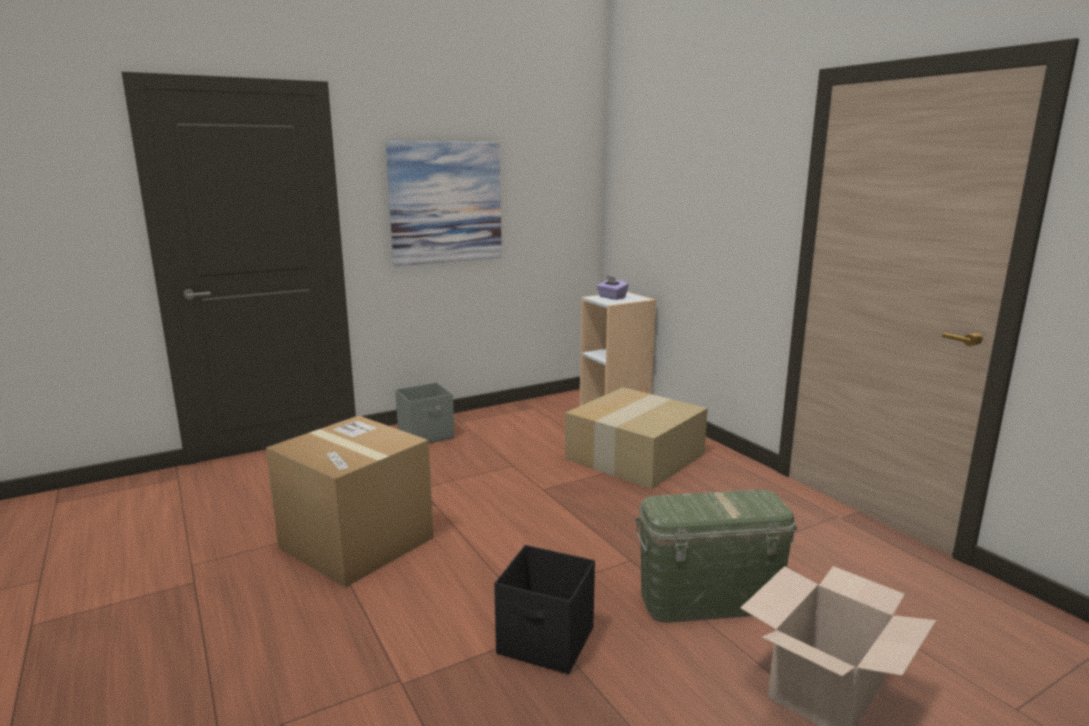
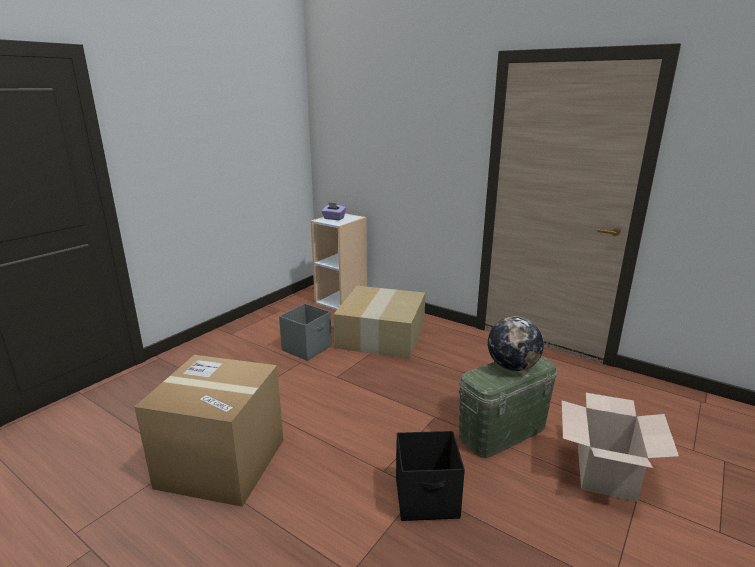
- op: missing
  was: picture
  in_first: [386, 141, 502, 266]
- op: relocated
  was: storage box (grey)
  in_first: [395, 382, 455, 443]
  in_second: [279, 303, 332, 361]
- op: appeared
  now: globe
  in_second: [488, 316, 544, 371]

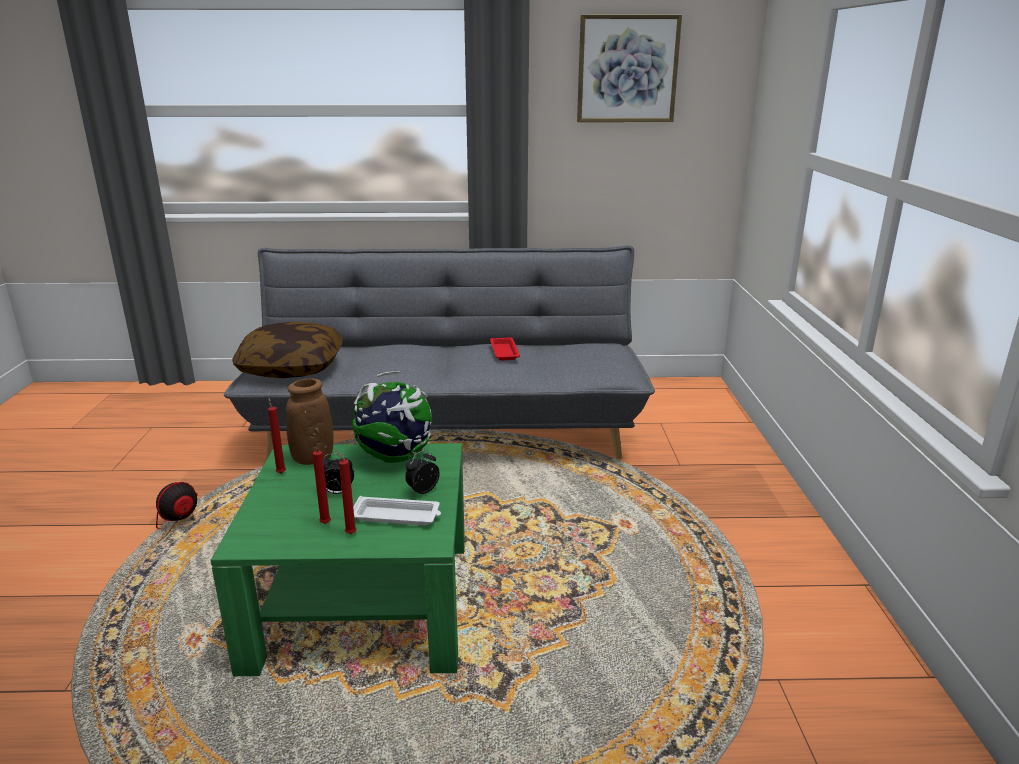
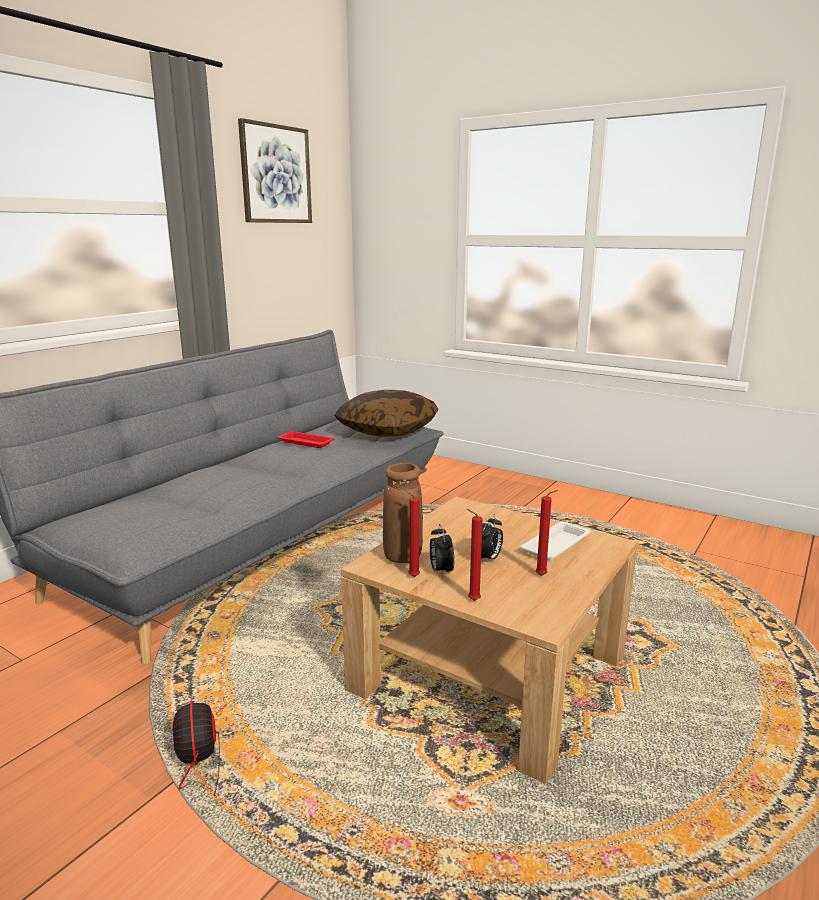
- op: relocated
  was: pillow
  in_first: [232, 322, 343, 378]
  in_second: [334, 390, 439, 437]
- op: missing
  was: globe
  in_first: [351, 371, 432, 463]
- op: colour
  was: coffee table (green)
  now: coffee table (brown)
  in_first: [211, 443, 465, 676]
  in_second: [341, 497, 637, 784]
- op: relocated
  was: candle (red)
  in_first: [337, 450, 357, 534]
  in_second: [467, 509, 483, 601]
- op: relocated
  was: alarm clock
  in_first: [405, 450, 440, 495]
  in_second: [430, 524, 454, 578]

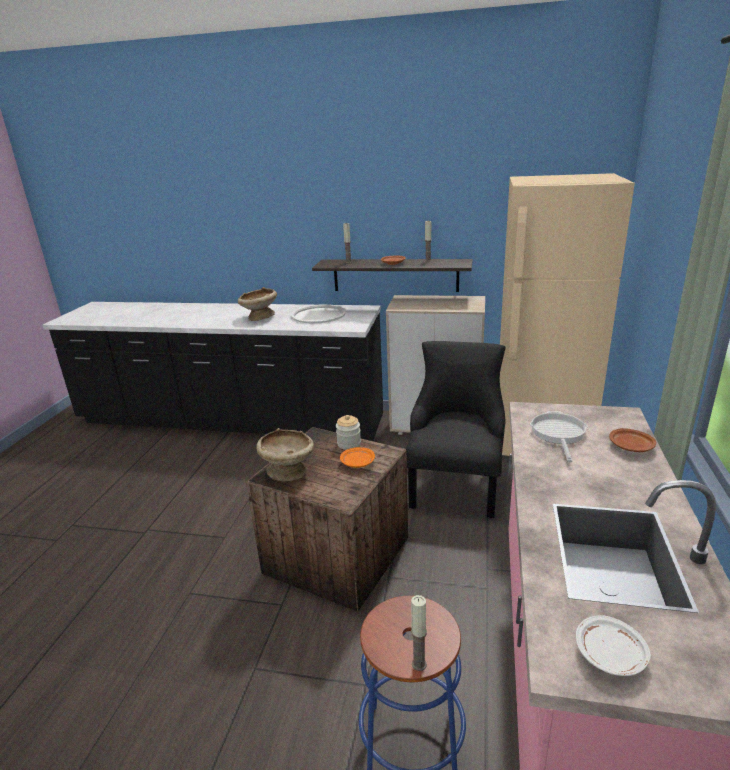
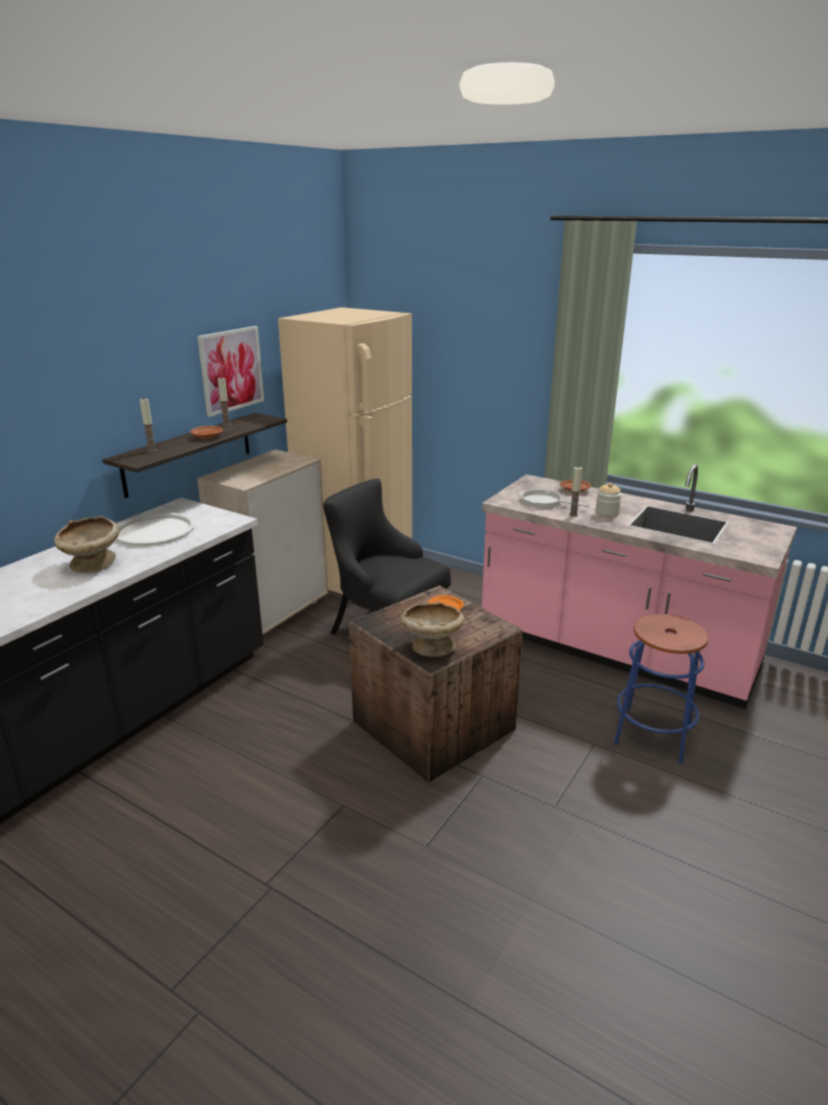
- op: relocated
  was: jar
  in_first: [336, 415, 361, 450]
  in_second: [595, 483, 622, 517]
- op: relocated
  was: candle
  in_first: [411, 595, 427, 671]
  in_second: [569, 466, 582, 517]
- op: missing
  was: plate (white)
  in_first: [576, 615, 651, 676]
- op: appeared
  now: picture
  in_second: [197, 326, 264, 417]

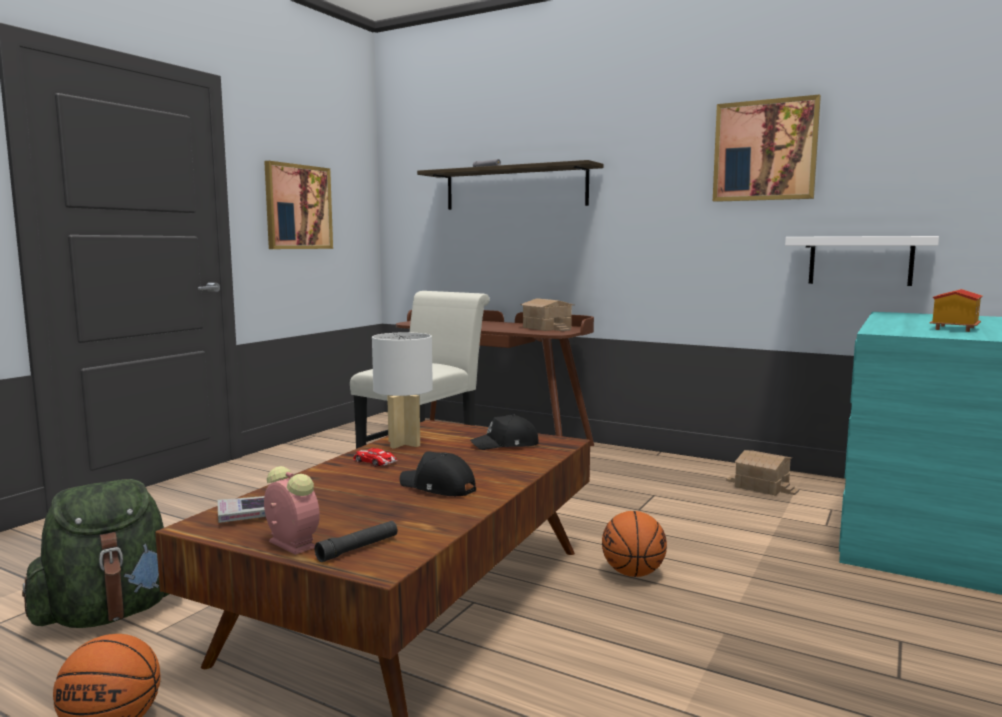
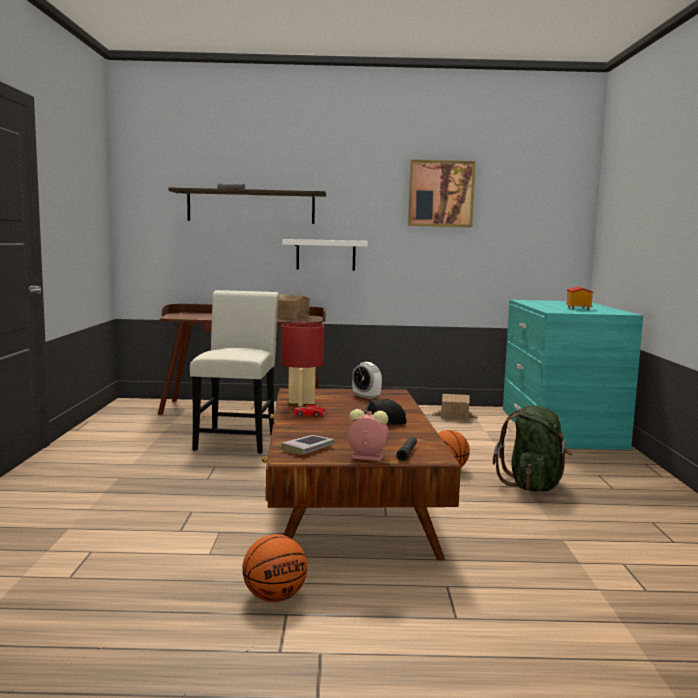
- op: missing
  was: picture
  in_first: [264, 161, 333, 249]
- op: relocated
  was: shelf (white)
  in_first: [785, 236, 939, 286]
  in_second: [282, 239, 368, 271]
- op: colour
  was: table lamp (white)
  now: table lamp (red)
  in_first: [372, 332, 433, 449]
  in_second: [281, 323, 324, 406]
- op: exchanged
  was: cap (black)
  now: alarm clock
  in_first: [470, 414, 539, 450]
  in_second: [352, 362, 382, 399]
- op: relocated
  was: backpack (green)
  in_first: [22, 479, 169, 628]
  in_second: [493, 405, 573, 492]

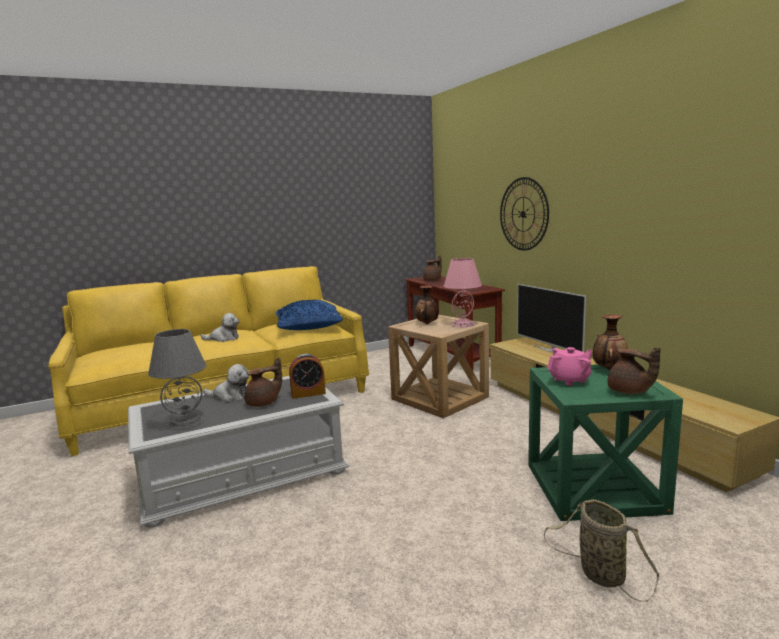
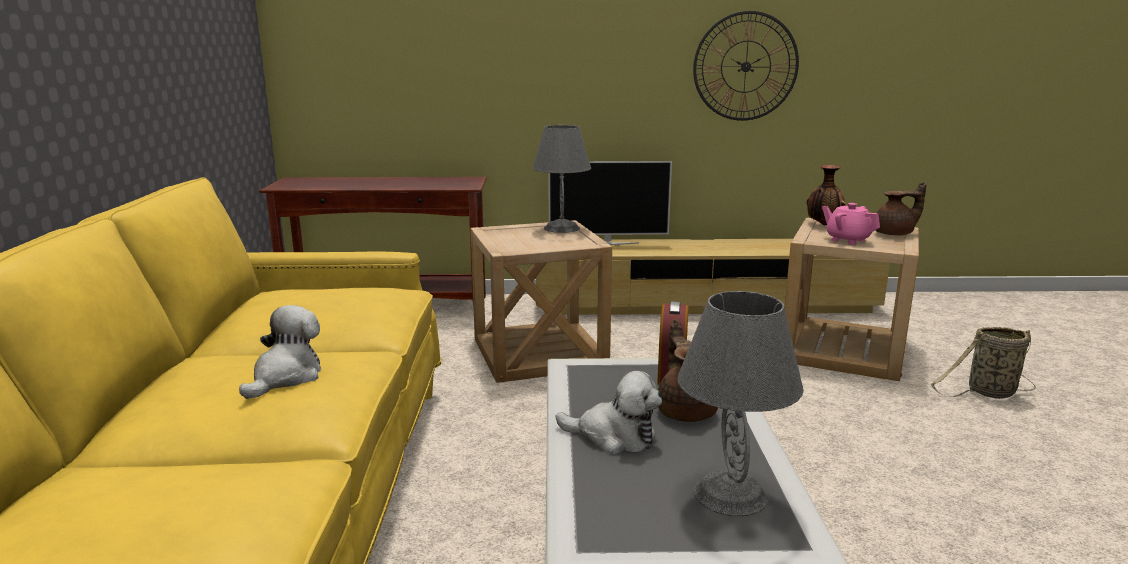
- op: relocated
  was: wall clock
  in_first: [500, 177, 549, 250]
  in_second: [693, 11, 799, 121]
- op: missing
  was: teapot (brown)
  in_first: [423, 255, 442, 281]
- op: colour
  was: table lamp (pink)
  now: table lamp (grey)
  in_first: [444, 258, 482, 327]
  in_second: [532, 125, 591, 233]
- op: missing
  was: vase
  in_first: [415, 286, 438, 324]
- op: missing
  was: pillow (blue)
  in_first: [275, 300, 343, 330]
- op: spun
  was: teapot (pink)
  in_first: [547, 347, 592, 386]
  in_second: [822, 203, 880, 245]
  clockwise: -45
- op: spun
  was: plush toy
  in_first: [203, 364, 249, 402]
  in_second: [556, 371, 662, 454]
  clockwise: 75
- op: colour
  was: side table (green)
  now: side table (beige)
  in_first: [528, 364, 683, 521]
  in_second: [785, 218, 919, 381]

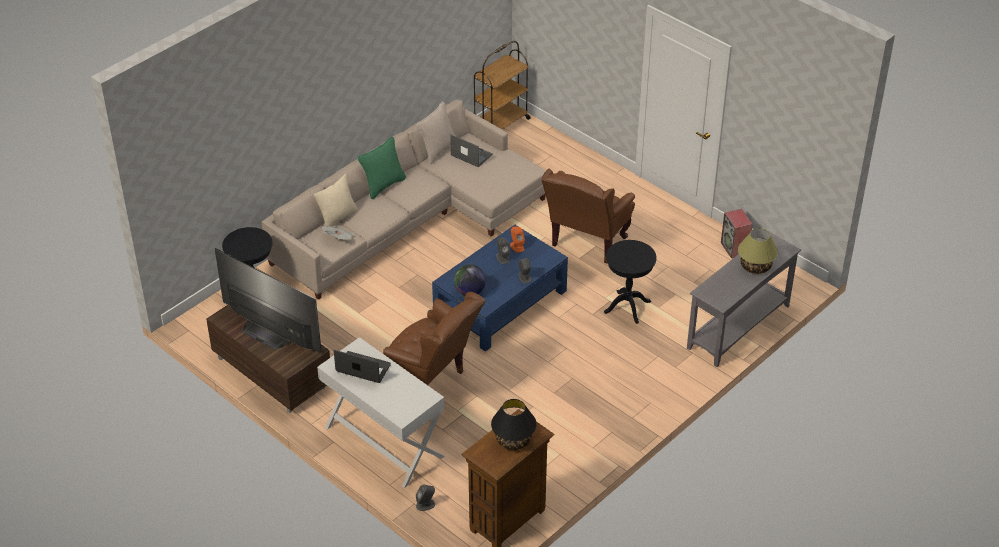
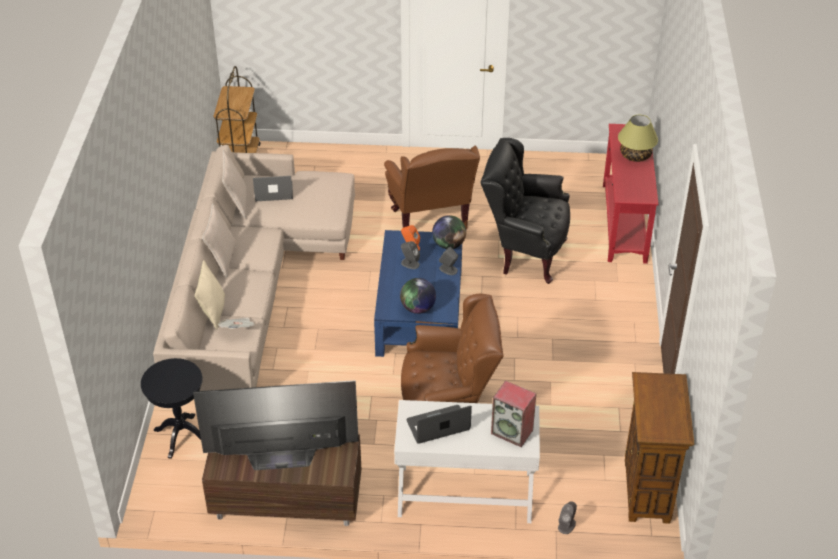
- op: colour
  was: pillow (green)
  now: pillow (beige)
  in_first: [358, 137, 406, 199]
  in_second: [202, 204, 237, 278]
- op: relocated
  was: speaker
  in_first: [721, 209, 753, 258]
  in_second: [491, 381, 536, 447]
- op: colour
  was: console table (grey)
  now: console table (red)
  in_first: [687, 231, 801, 367]
  in_second: [603, 124, 659, 264]
- op: exchanged
  was: side table (black)
  now: armchair (black)
  in_first: [604, 240, 657, 324]
  in_second: [480, 138, 570, 284]
- op: missing
  was: table lamp (black)
  in_first: [491, 399, 537, 450]
- op: appeared
  now: globe
  in_second: [432, 215, 466, 249]

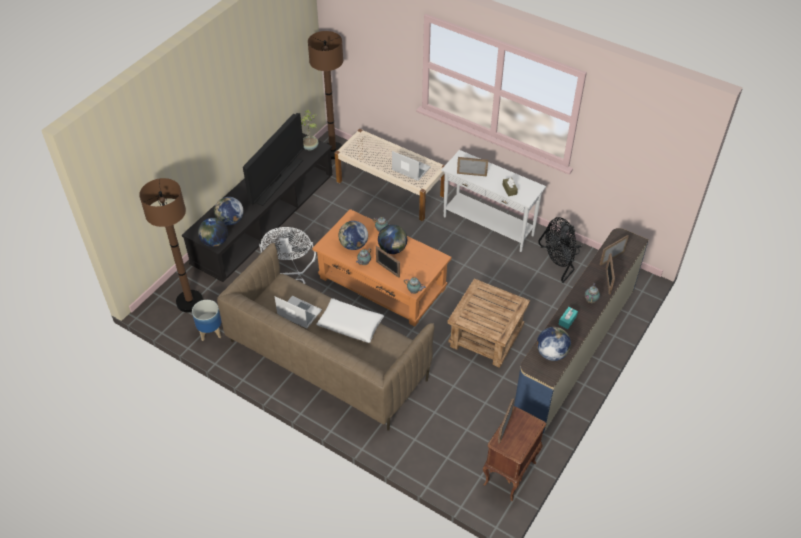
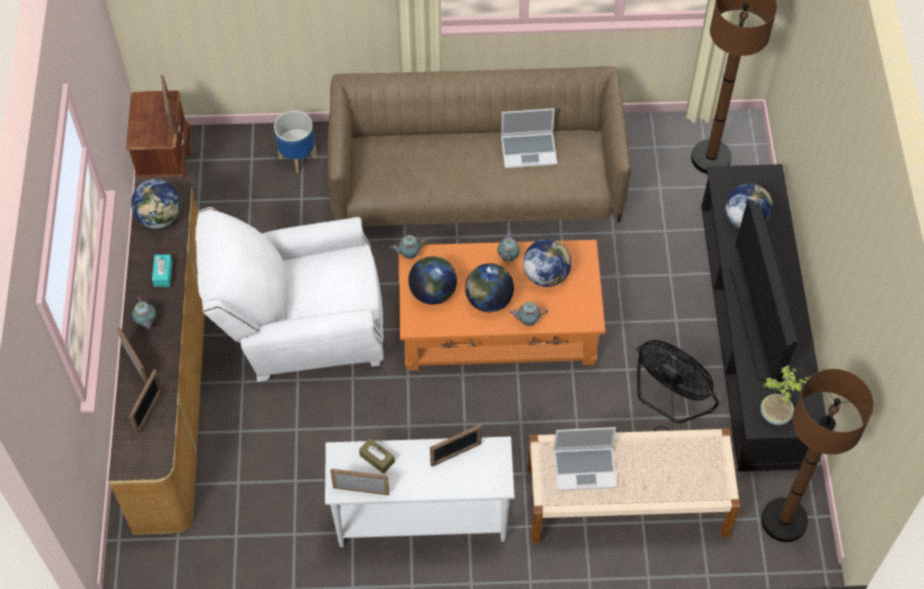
- op: relocated
  was: fan (black)
  in_first: [538, 217, 582, 283]
  in_second: [636, 340, 719, 448]
- op: relocated
  was: globe
  in_first: [198, 218, 228, 247]
  in_second: [408, 256, 457, 305]
- op: missing
  was: fan (white)
  in_first: [259, 227, 316, 283]
- op: colour
  was: cabinet (blue)
  now: cabinet (brown)
  in_first: [514, 228, 649, 434]
  in_second: [108, 176, 205, 535]
- op: relocated
  was: picture frame
  in_first: [376, 246, 400, 278]
  in_second: [330, 469, 390, 495]
- op: exchanged
  was: side table (brown)
  now: armchair (white)
  in_first: [447, 279, 530, 368]
  in_second: [195, 207, 384, 382]
- op: missing
  was: pillow (white)
  in_first: [316, 298, 384, 343]
- op: relocated
  was: planter
  in_first: [192, 300, 221, 341]
  in_second: [274, 111, 317, 173]

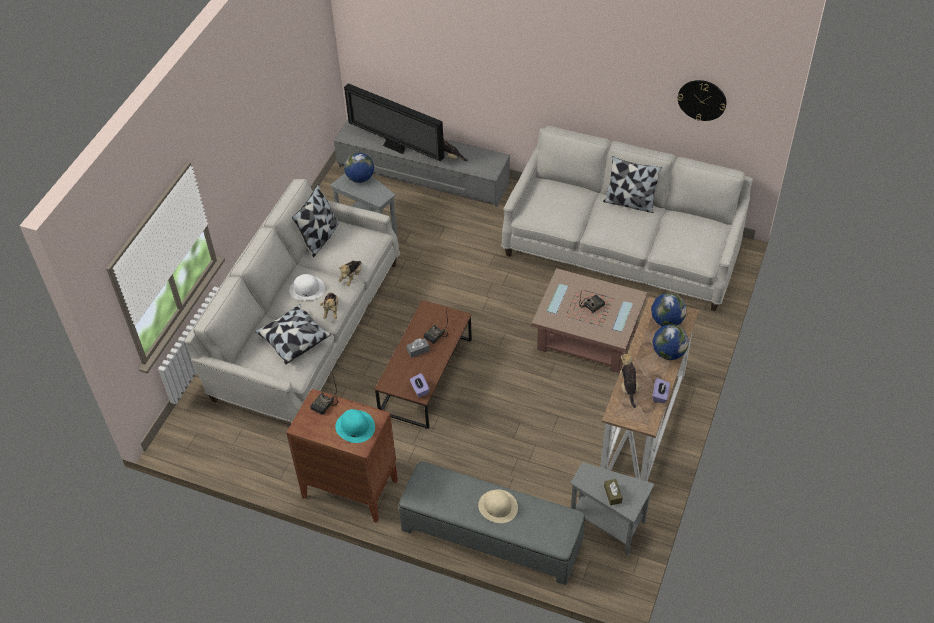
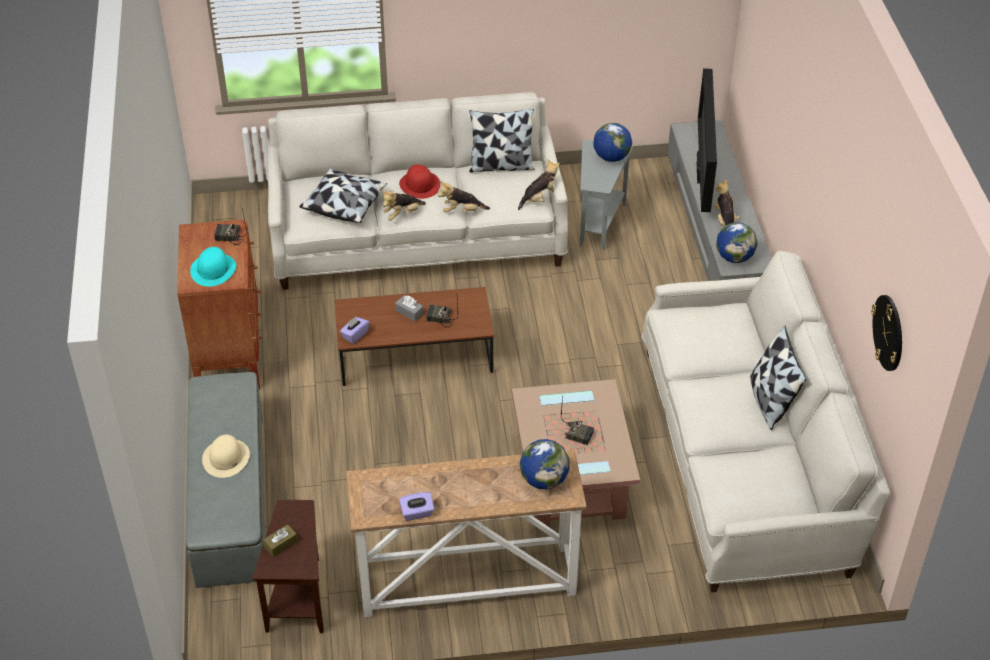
- op: colour
  was: hat (white)
  now: hat (red)
  in_first: [289, 274, 325, 301]
  in_second: [399, 164, 440, 199]
- op: relocated
  was: globe
  in_first: [653, 325, 688, 360]
  in_second: [717, 222, 757, 263]
- op: relocated
  was: plush toy
  in_first: [620, 351, 642, 408]
  in_second: [518, 160, 560, 210]
- op: colour
  was: side table (grey)
  now: side table (brown)
  in_first: [571, 463, 654, 555]
  in_second: [252, 500, 324, 633]

